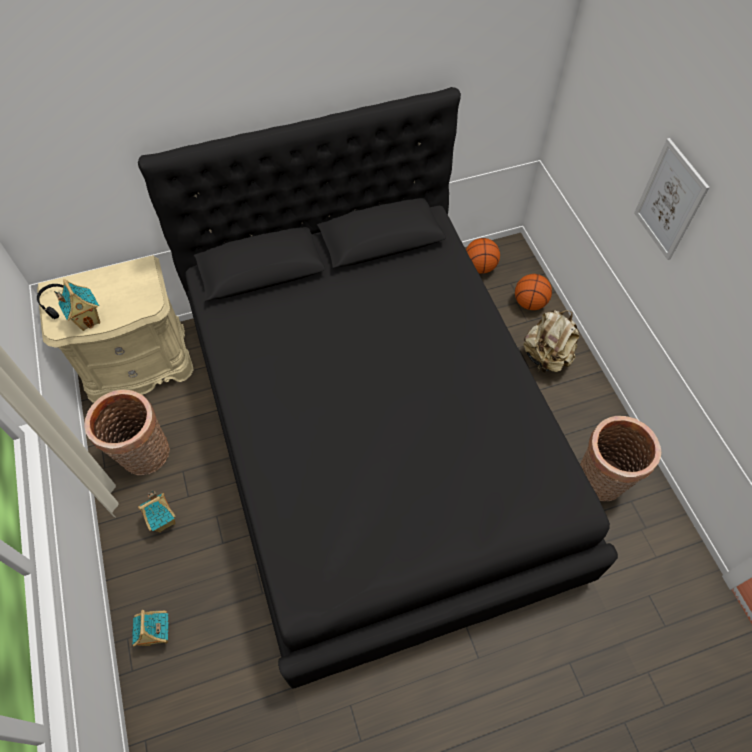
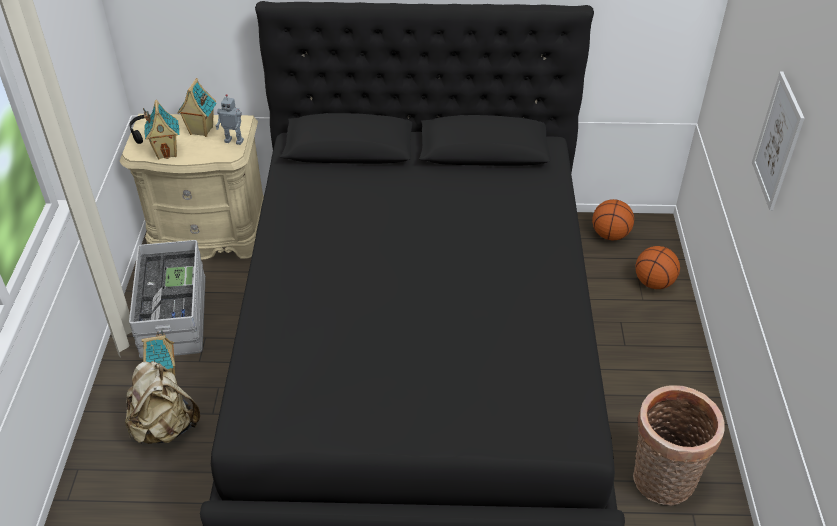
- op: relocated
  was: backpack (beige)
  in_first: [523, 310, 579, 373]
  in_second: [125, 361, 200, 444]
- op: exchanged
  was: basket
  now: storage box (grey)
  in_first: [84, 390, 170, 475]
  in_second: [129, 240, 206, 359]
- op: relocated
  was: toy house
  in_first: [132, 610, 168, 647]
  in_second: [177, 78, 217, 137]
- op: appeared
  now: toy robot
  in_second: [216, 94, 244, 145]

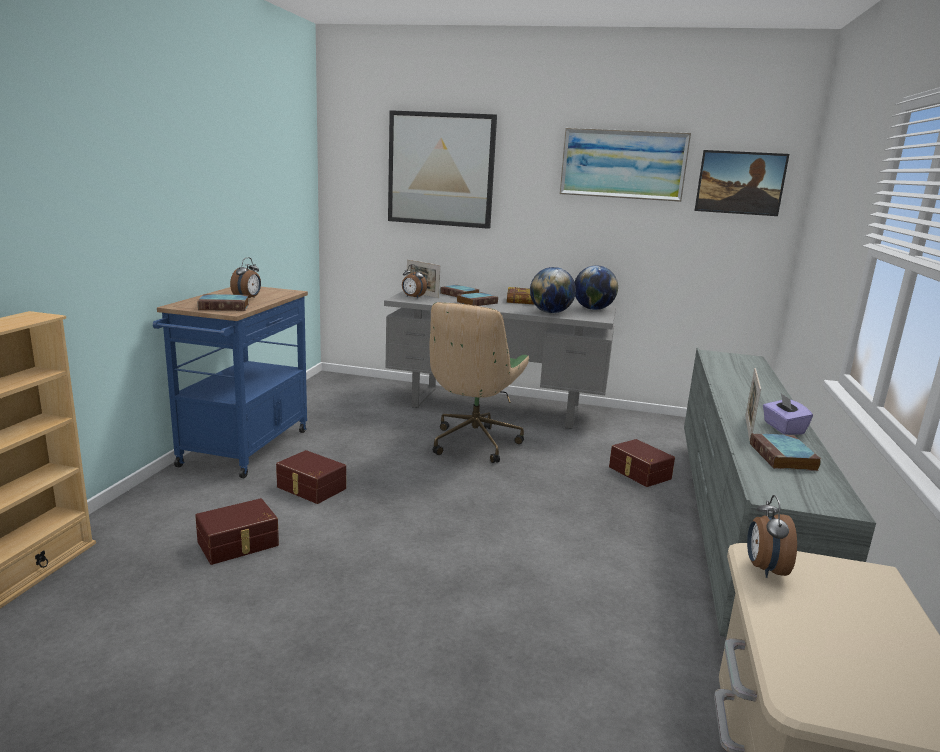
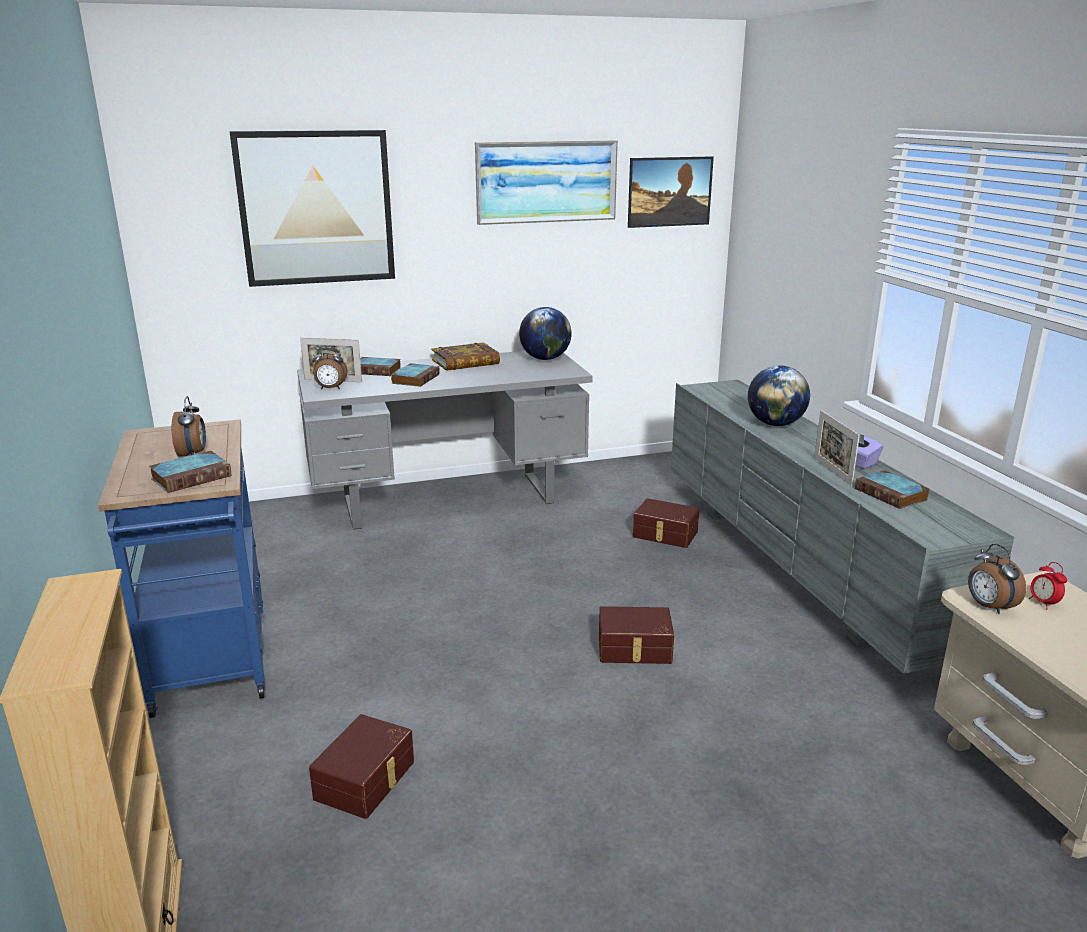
- op: relocated
  was: globe
  in_first: [530, 267, 576, 313]
  in_second: [748, 365, 810, 426]
- op: missing
  was: office chair (green)
  in_first: [429, 302, 529, 463]
- op: relocated
  was: storage box (brown)
  in_first: [276, 450, 346, 504]
  in_second: [599, 606, 674, 664]
- op: appeared
  now: alarm clock
  in_second: [1029, 562, 1067, 609]

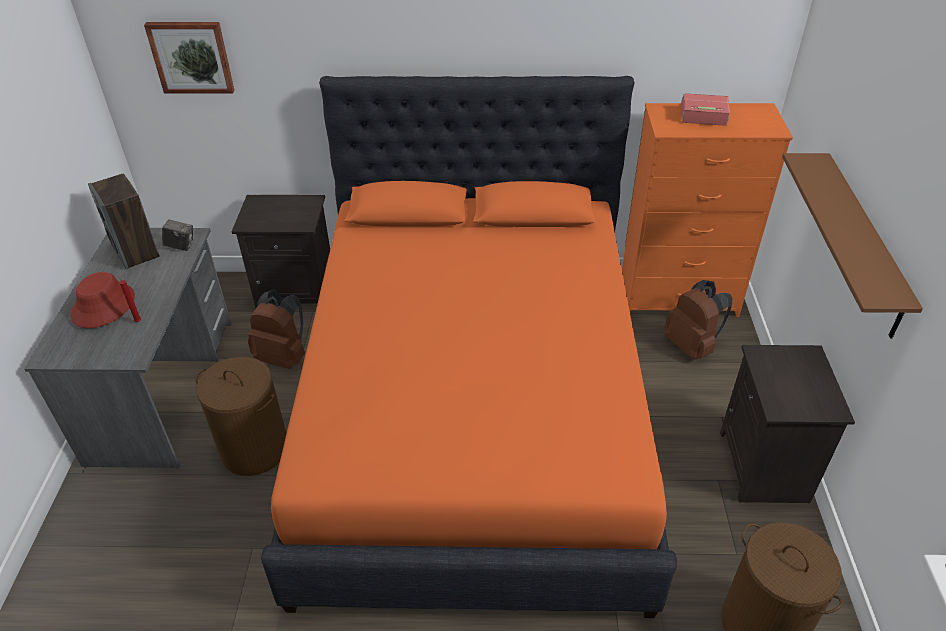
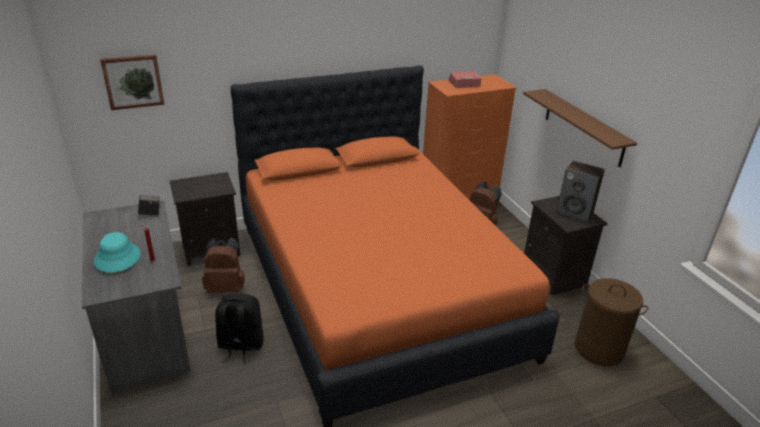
- op: relocated
  was: speaker
  in_first: [88, 173, 160, 269]
  in_second: [556, 161, 605, 223]
- op: colour
  was: hat (red)
  now: hat (turquoise)
  in_first: [71, 272, 135, 328]
  in_second: [94, 232, 141, 273]
- op: exchanged
  was: laundry basket (brown)
  now: backpack (black)
  in_first: [196, 357, 286, 476]
  in_second: [215, 293, 264, 364]

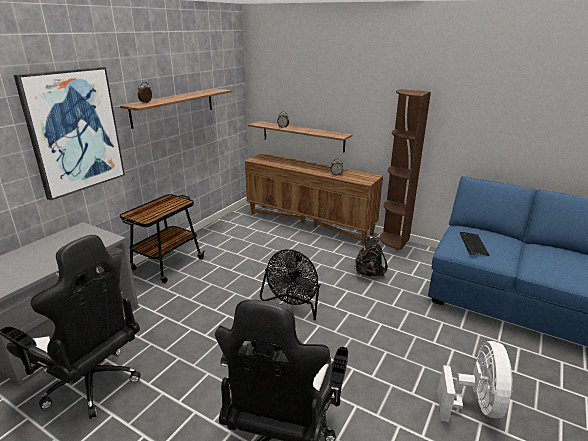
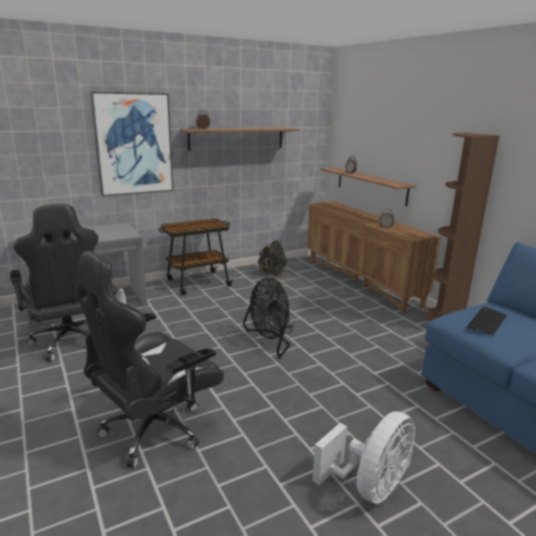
- op: relocated
  was: backpack (black)
  in_first: [355, 237, 388, 277]
  in_second: [257, 240, 287, 276]

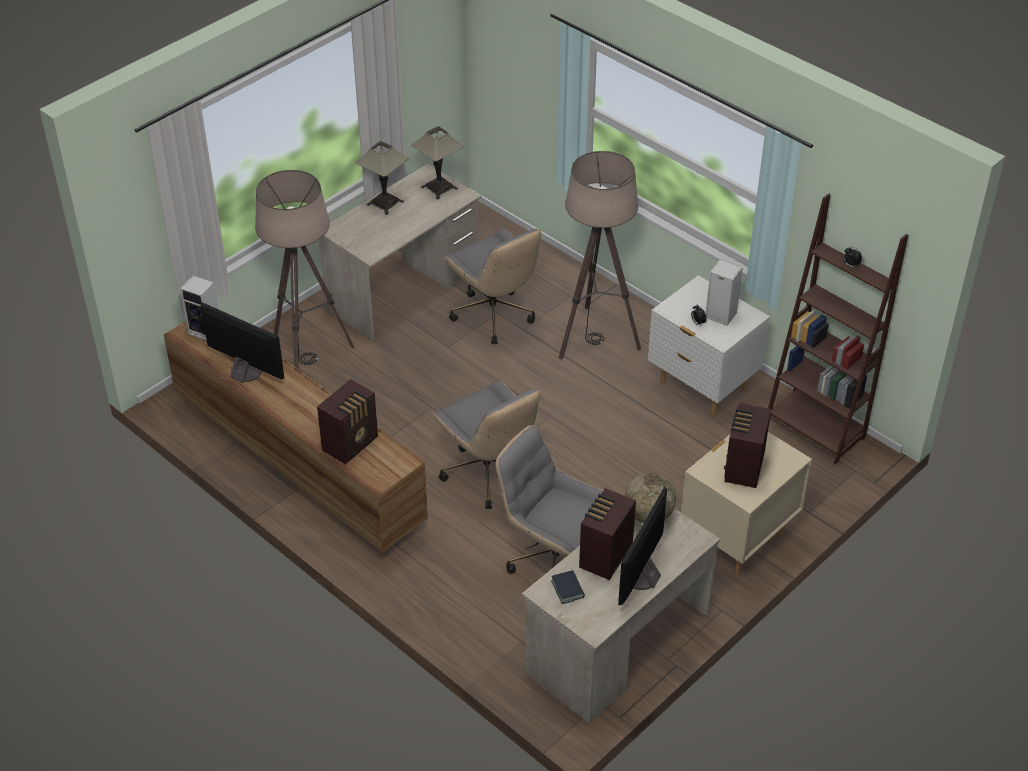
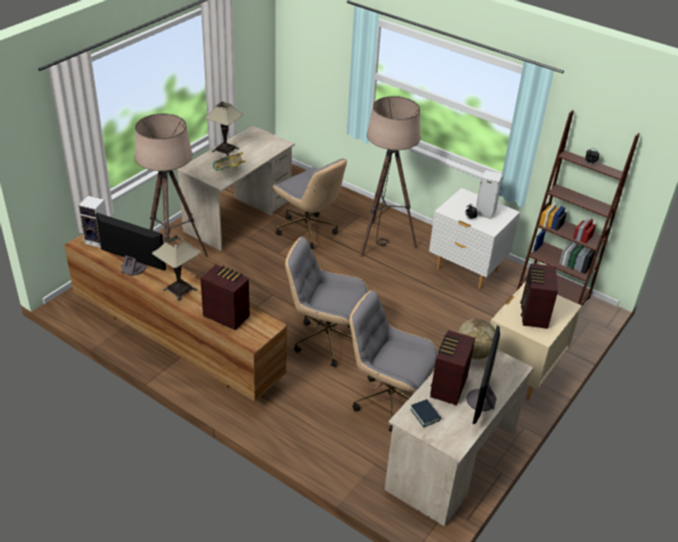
- op: relocated
  was: table lamp
  in_first: [412, 126, 464, 200]
  in_second: [152, 236, 201, 301]
- op: spun
  was: radio
  in_first: [317, 379, 378, 464]
  in_second: [200, 265, 250, 330]
  clockwise: -90
- op: spun
  was: office chair (grey)
  in_first: [434, 382, 540, 509]
  in_second: [285, 237, 368, 367]
  clockwise: 150
- op: appeared
  now: book
  in_second: [213, 152, 246, 171]

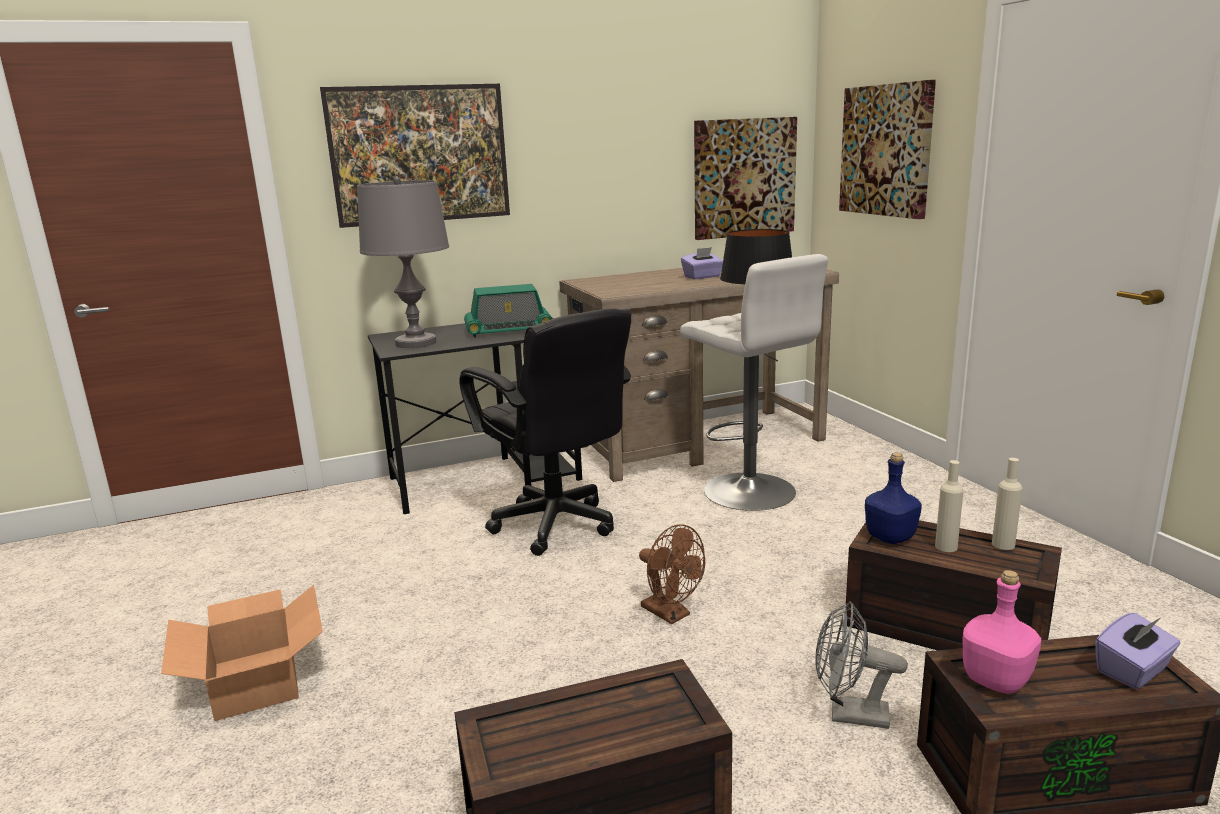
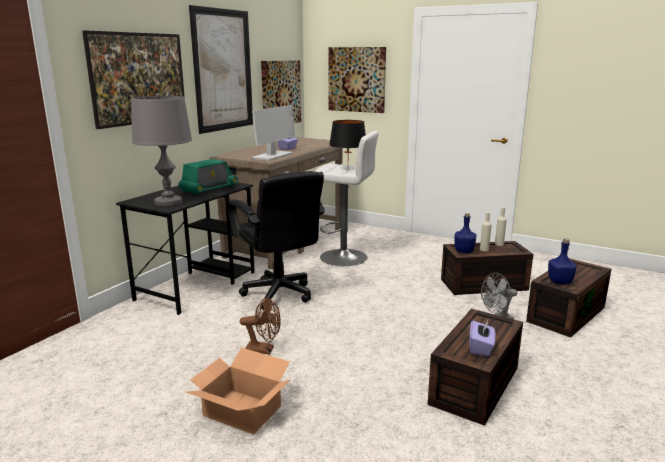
- op: spun
  was: office chair (black)
  in_first: [459, 308, 631, 556]
  in_second: [228, 171, 325, 310]
  clockwise: 45
- op: relocated
  was: fan (brown)
  in_first: [639, 524, 705, 624]
  in_second: [240, 297, 281, 354]
- op: colour
  was: bottle (pink)
  now: bottle (blue)
  in_first: [962, 570, 1041, 694]
  in_second: [548, 238, 577, 284]
- op: relocated
  was: tissue box (purple)
  in_first: [1095, 613, 1181, 689]
  in_second: [470, 321, 496, 356]
- op: appeared
  now: picture
  in_second: [189, 5, 253, 134]
- op: appeared
  now: monitor
  in_second: [252, 105, 295, 161]

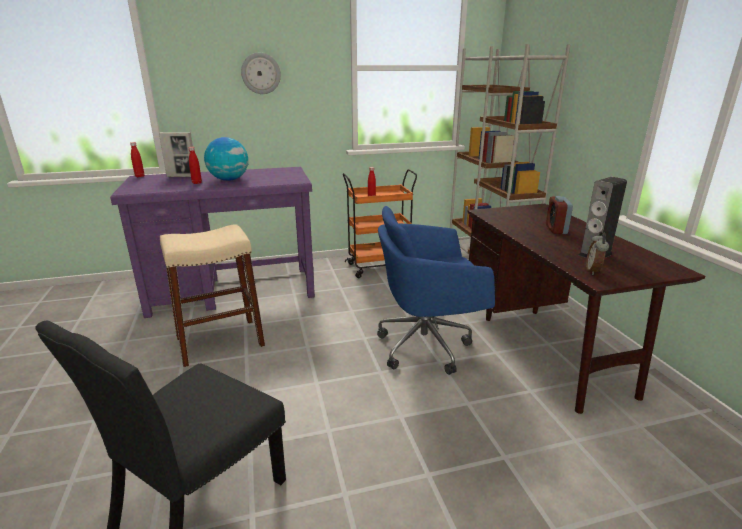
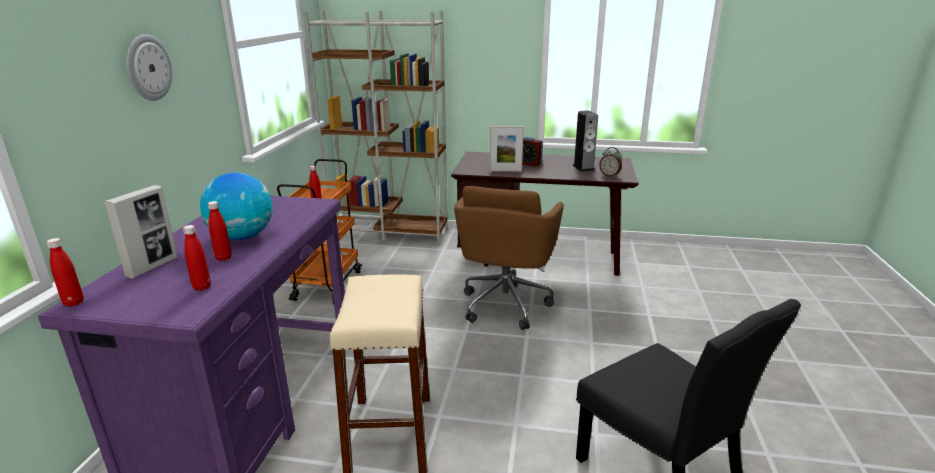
- op: colour
  was: office chair (blue)
  now: office chair (brown)
  in_first: [377, 206, 495, 375]
  in_second: [454, 186, 564, 330]
- op: appeared
  now: picture frame
  in_second: [490, 126, 524, 172]
- op: appeared
  now: bottle (red)
  in_second: [183, 225, 211, 291]

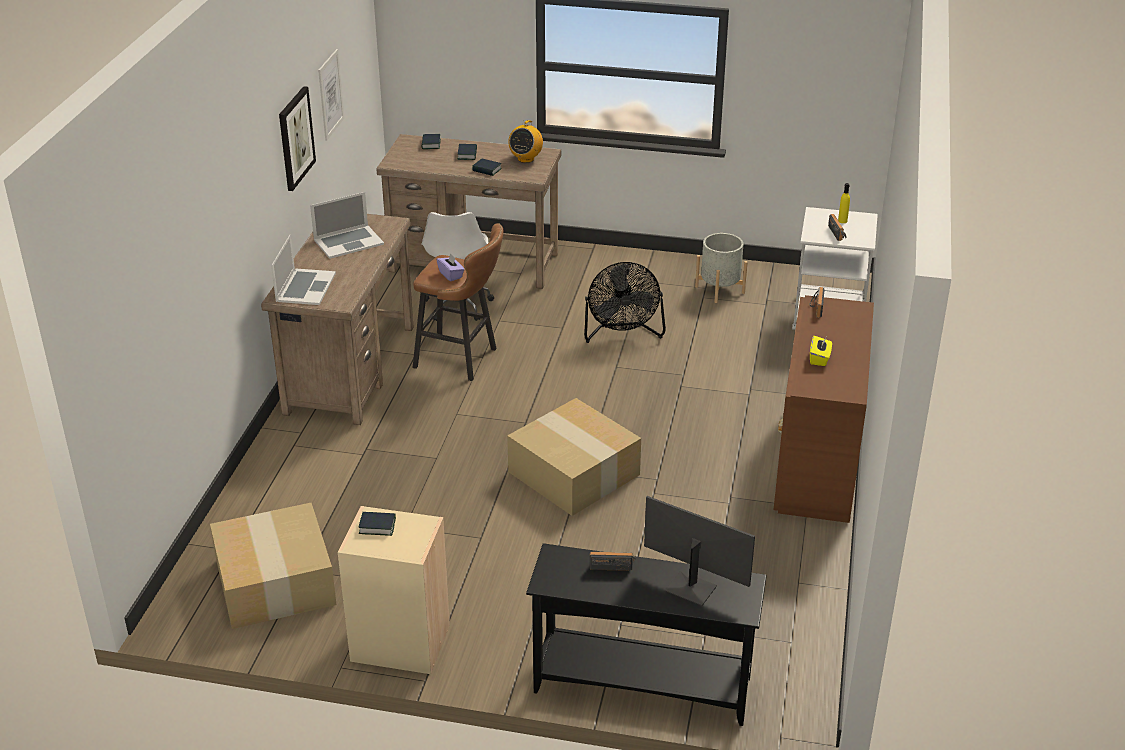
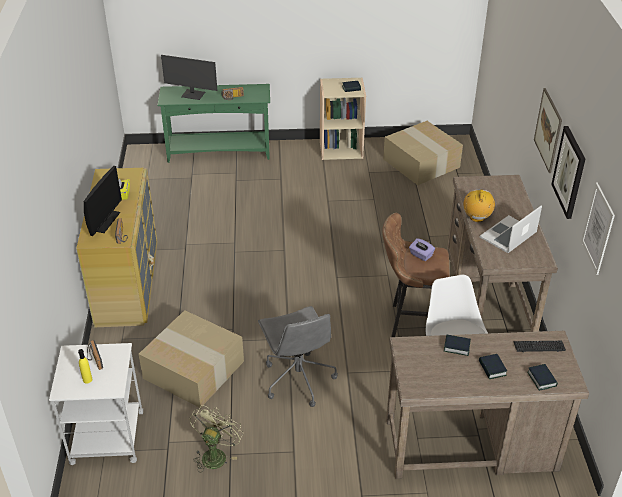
- op: relocated
  was: radio
  in_first: [508, 120, 543, 163]
  in_second: [463, 189, 495, 222]
- op: exchanged
  was: planter (grey)
  now: fan (green)
  in_first: [695, 233, 748, 303]
  in_second: [190, 405, 243, 473]
- op: missing
  was: laptop
  in_first: [271, 234, 336, 305]
- op: exchanged
  was: fan (black)
  now: office chair (grey)
  in_first: [584, 262, 666, 343]
  in_second: [258, 306, 338, 407]
- op: colour
  was: cabinet (brown)
  now: cabinet (yellow)
  in_first: [773, 295, 874, 523]
  in_second: [76, 168, 158, 327]
- op: relocated
  was: cardboard box
  in_first: [507, 398, 641, 516]
  in_second: [139, 310, 244, 408]
- op: colour
  was: console table (black)
  now: console table (green)
  in_first: [526, 543, 767, 726]
  in_second: [157, 84, 270, 163]
- op: appeared
  now: picture
  in_second: [534, 88, 562, 173]
- op: appeared
  now: monitor
  in_second: [84, 166, 122, 236]
- op: appeared
  now: keyboard
  in_second: [514, 341, 566, 353]

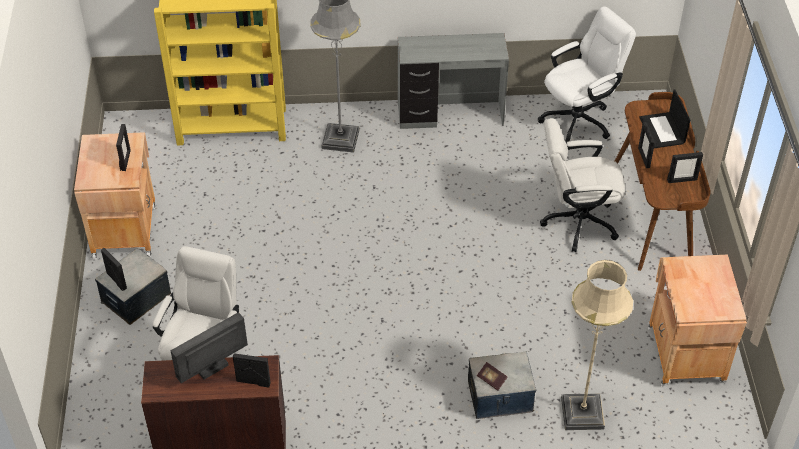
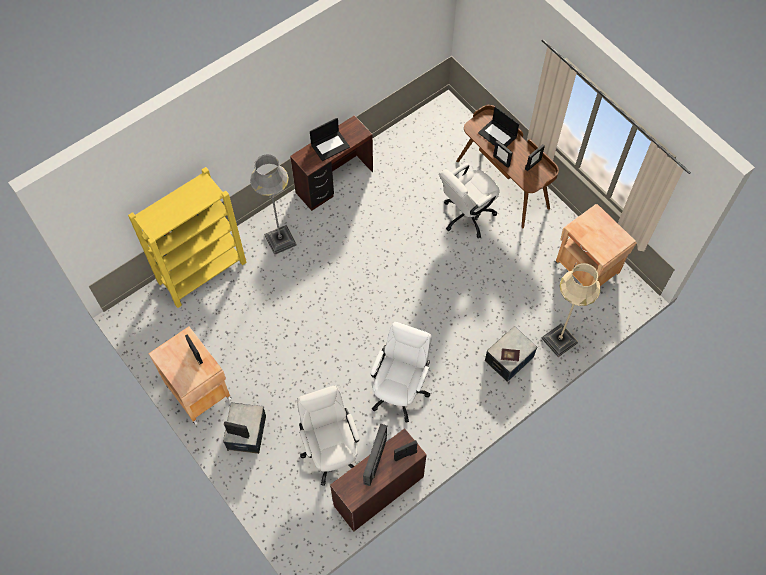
- op: relocated
  was: office chair (white)
  in_first: [538, 6, 636, 143]
  in_second: [371, 322, 432, 423]
- op: colour
  was: desk (grey)
  now: desk (brown)
  in_first: [398, 33, 509, 129]
  in_second: [290, 115, 373, 211]
- op: appeared
  now: laptop
  in_second: [310, 118, 350, 161]

